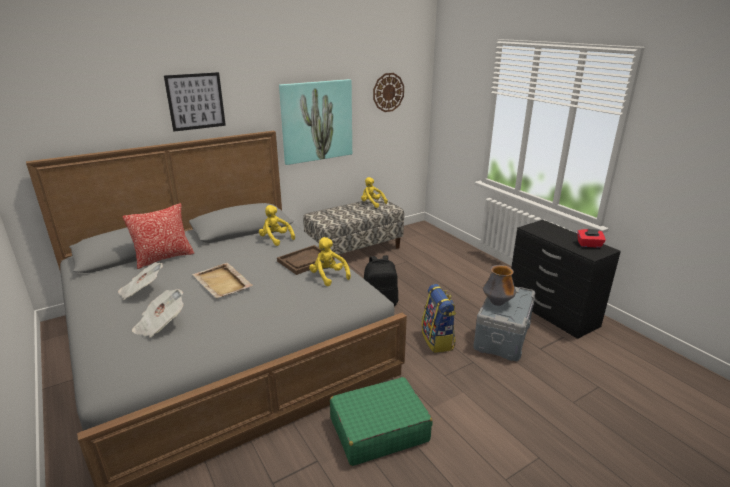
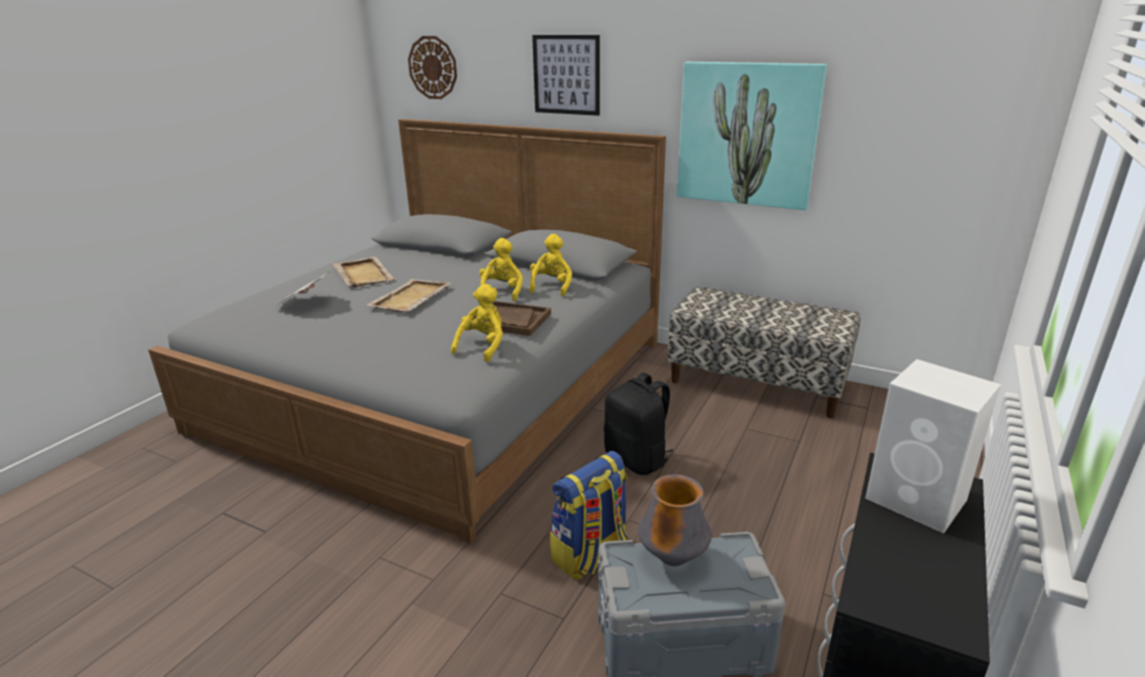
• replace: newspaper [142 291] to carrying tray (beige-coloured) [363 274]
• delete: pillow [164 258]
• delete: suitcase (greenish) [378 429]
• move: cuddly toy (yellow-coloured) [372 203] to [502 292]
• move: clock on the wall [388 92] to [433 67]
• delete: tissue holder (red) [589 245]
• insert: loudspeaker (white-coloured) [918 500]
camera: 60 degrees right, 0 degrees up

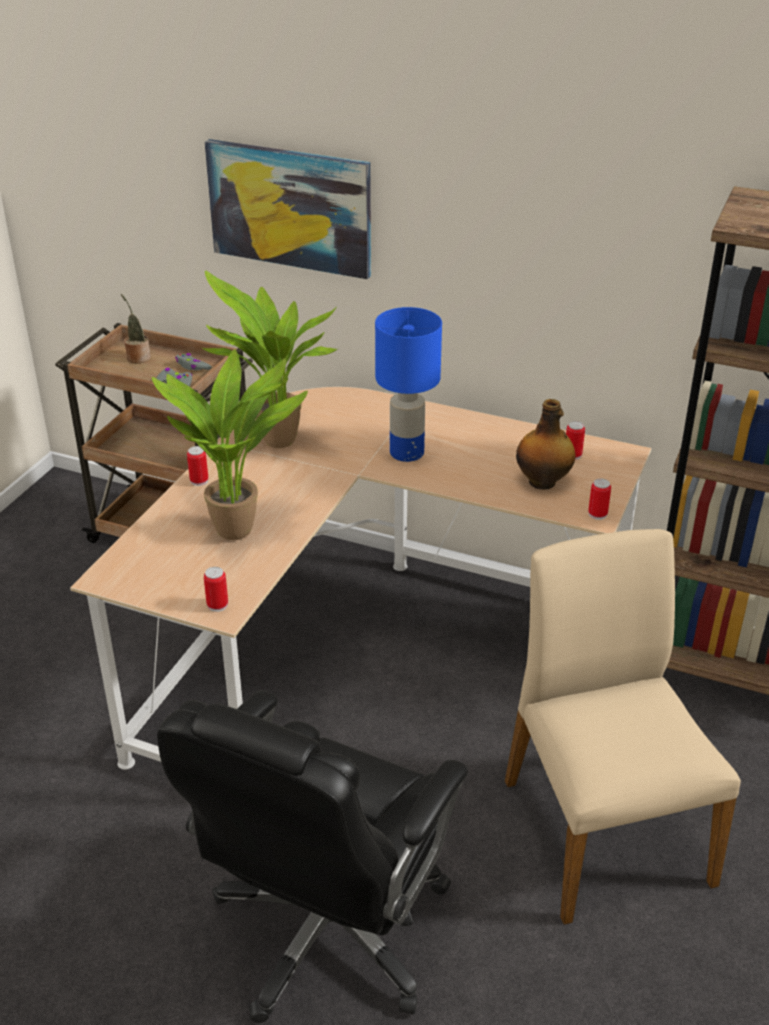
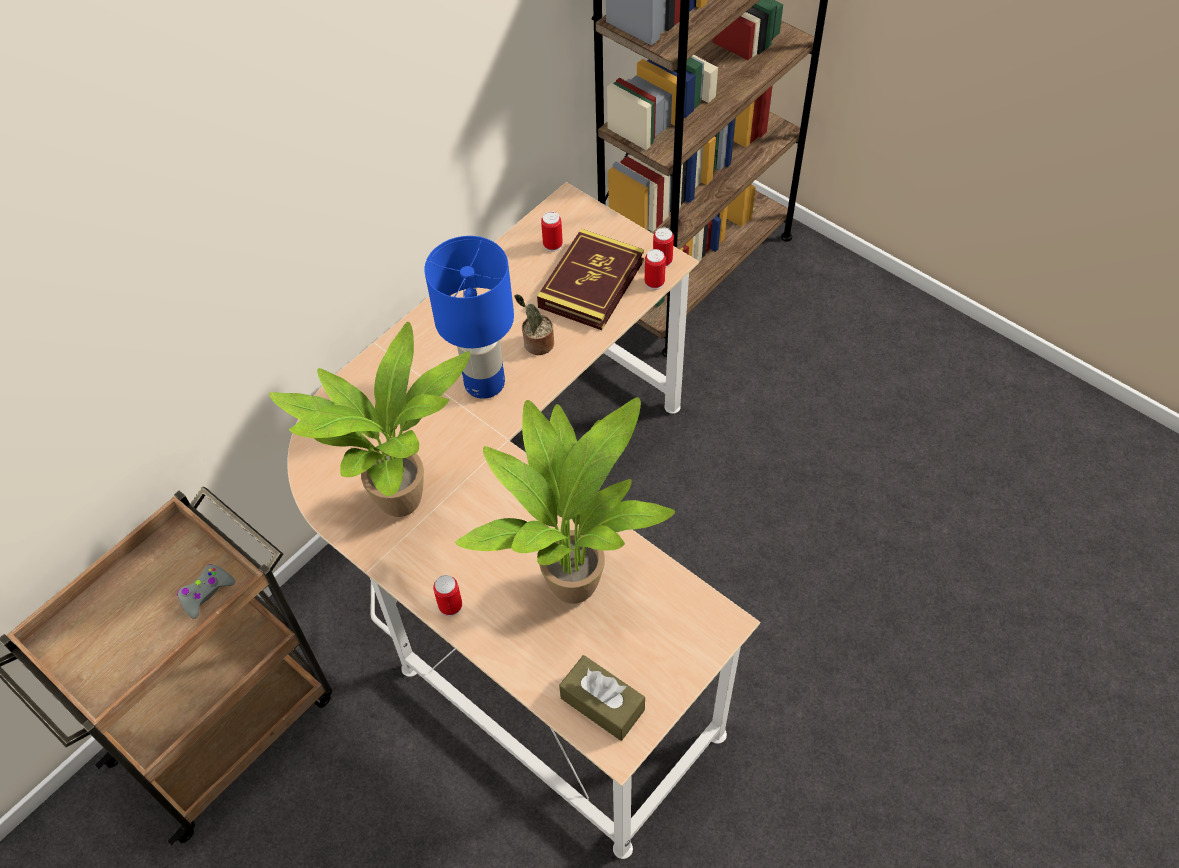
• move: houseplant [137 357] to [536 344]
• delete: office chair (black-coloured) [327 931]
• delete: game controller (grey) [192 367]
• move: sealed can [217 605] to [654 282]
• delete: wall picture [290 207]
• delete: upright chair (beige-coloured) [602 829]
• replace: drink bottle [543 482] to volume [591 284]
• insert: tissue holder (brown) [602 704]
camera: 70 degrees left, 20 degrees up

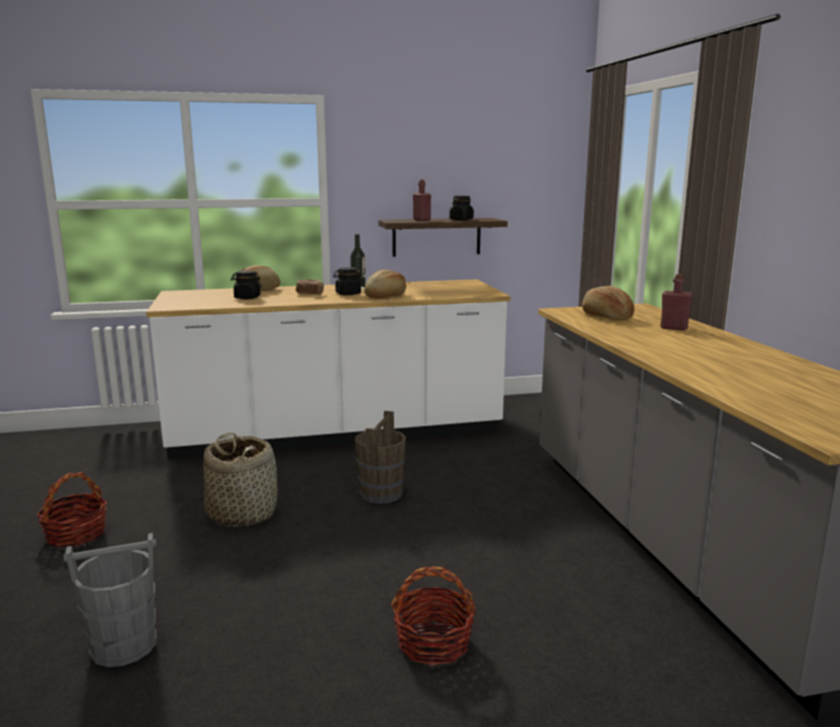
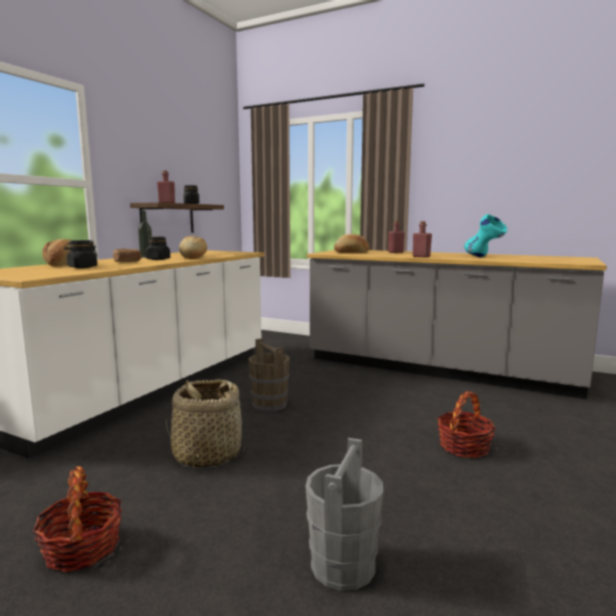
• insert: drink bottle (red) [421 256]
• insert: decorative vase (turquoise-coloured) [484 257]
camera: 50 degrees left, 5 degrees down

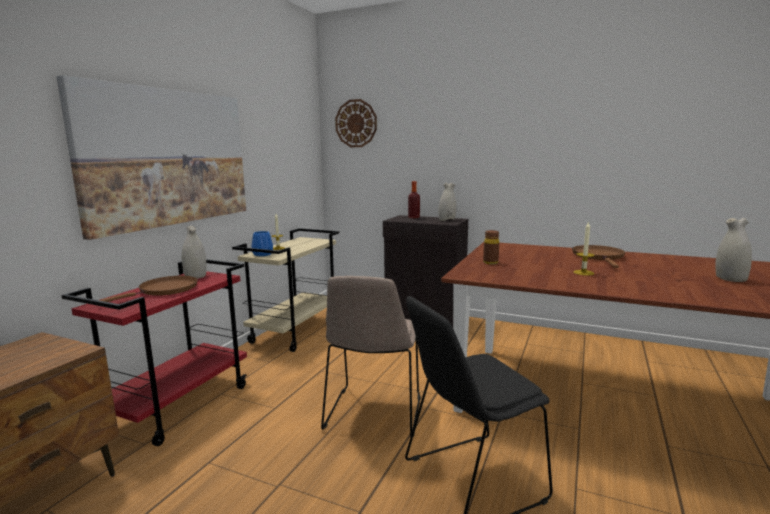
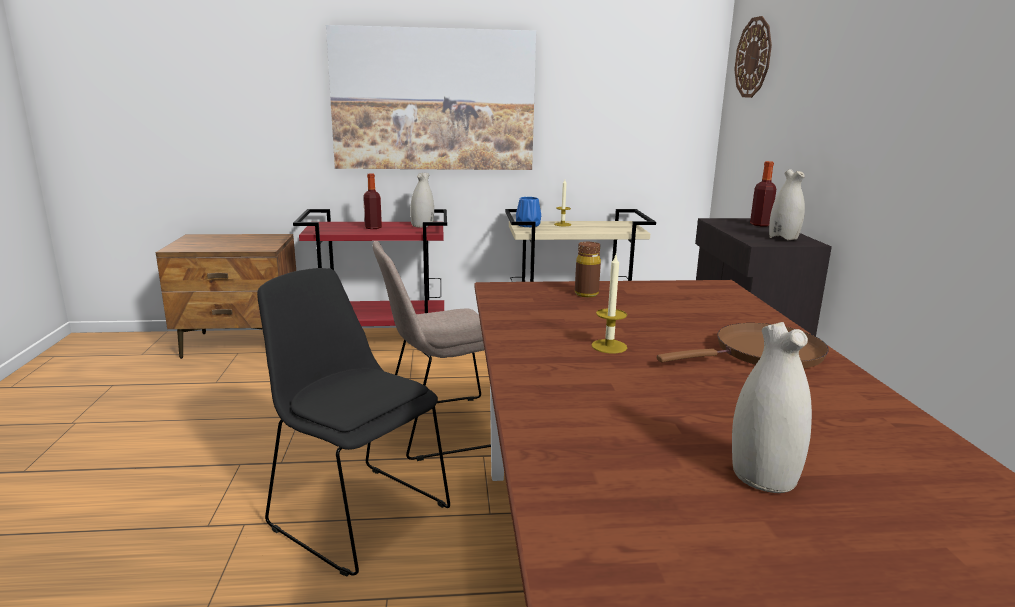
• replace: skillet (brown) [165 290] to drink bottle [373 227]
camera: 60 degrees right, 5 degrees up

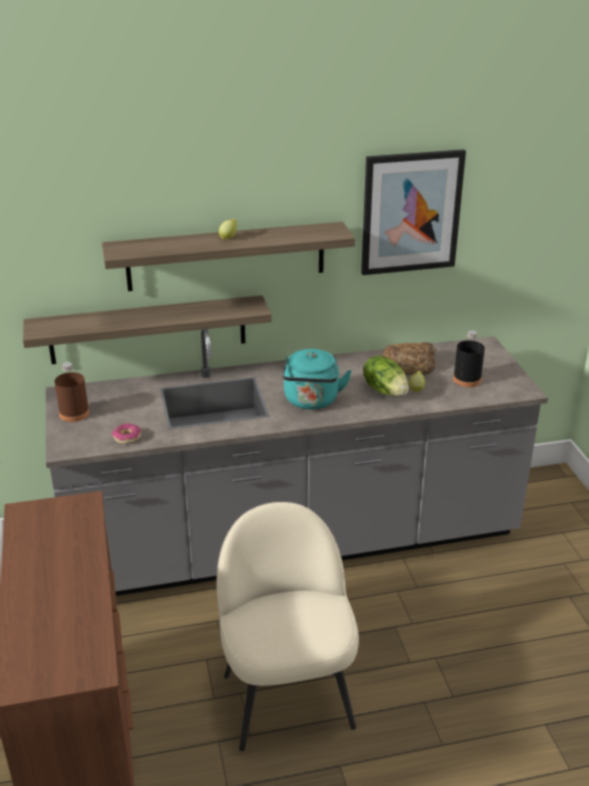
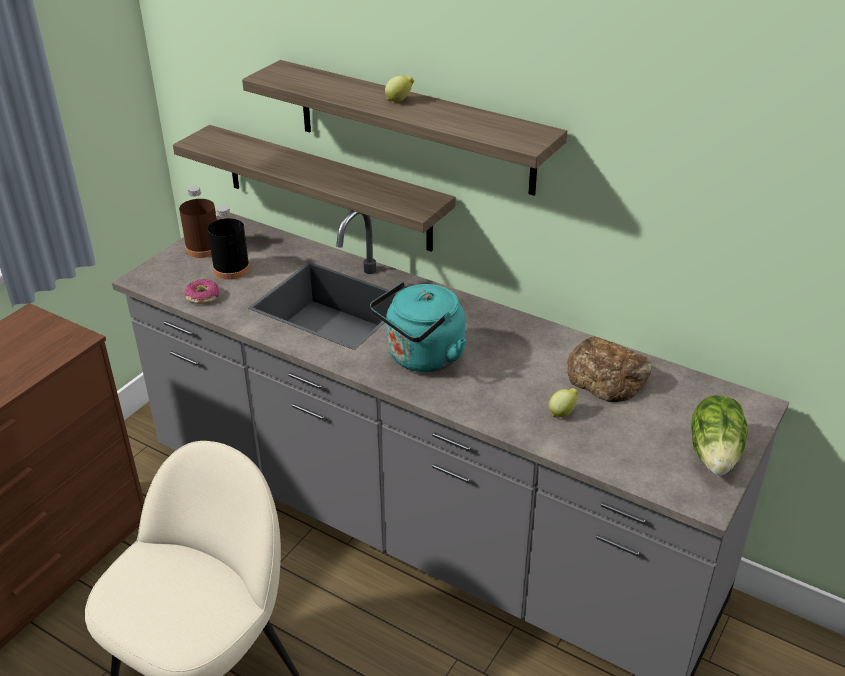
• delete: wall picture [411 212]
• move: lettuce [385 390] to [715 454]
• move: drink bottle (black-coloured) [467 379] to [231 269]
camera: 45 degrees right, 5 degrees up

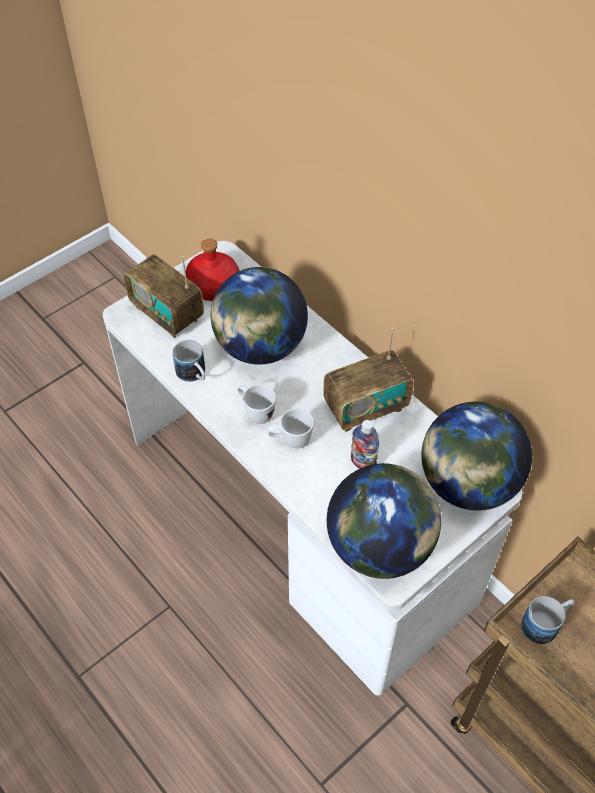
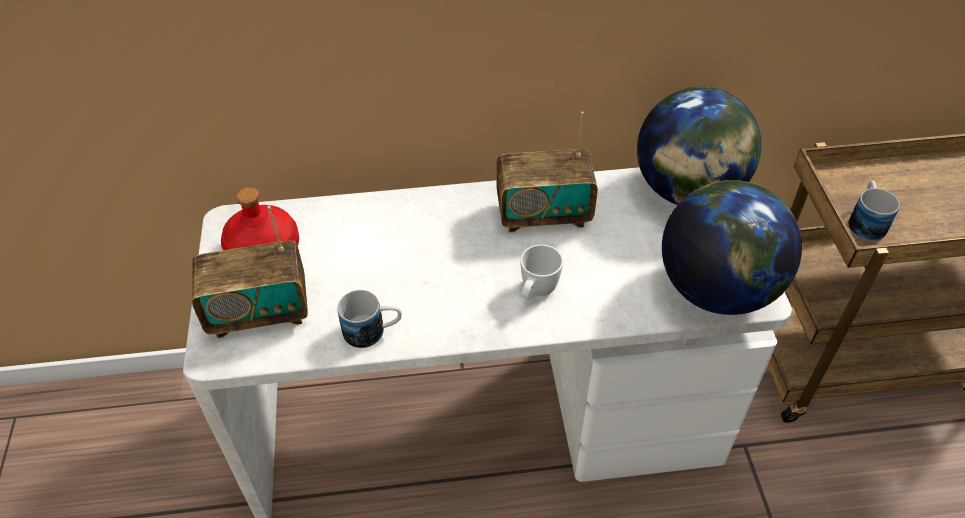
• delete: desk globe [260 347]
• delete: coffee mug (white-coloured) [255 412]
• rotate: radio set [365 408] = [543 214] 75 degrees clockwise
• delete: drink bottle [363 463]
camera: 55 degrees left, 5 degrees down

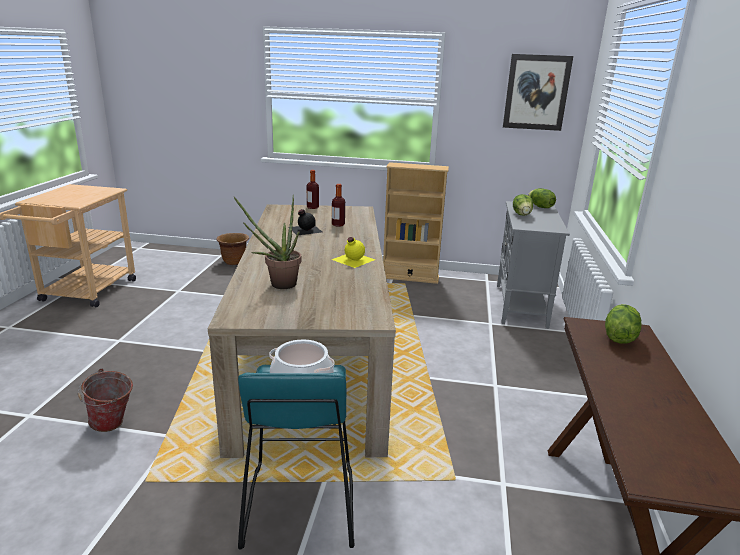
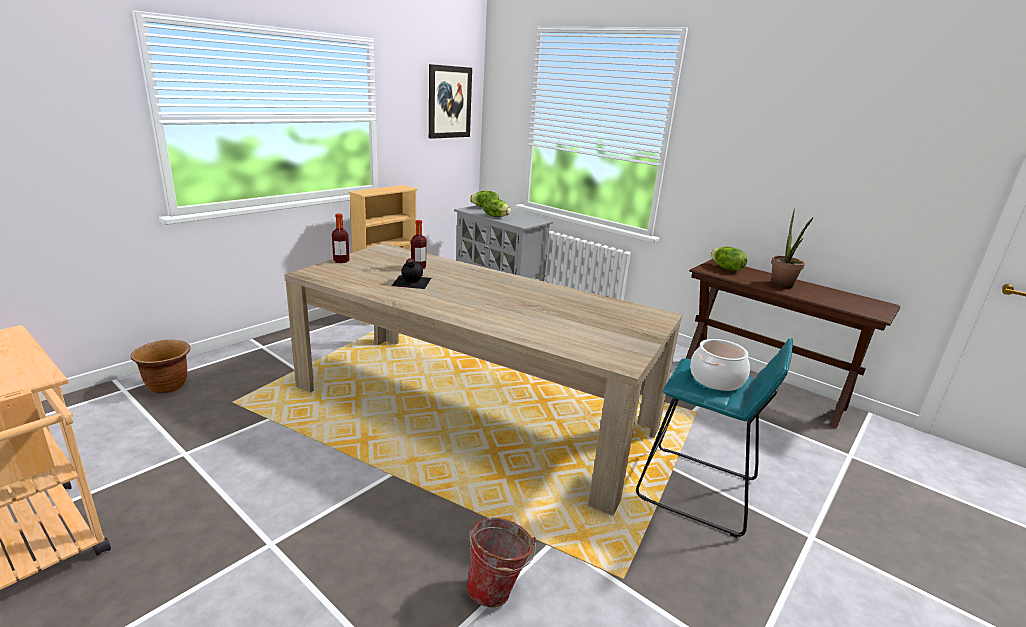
• move: houseplant [278 285] to [782 286]
• delete: drink bottle (yellow-coloured) [352 259]
camera: 60 degrees left, 0 degrees up

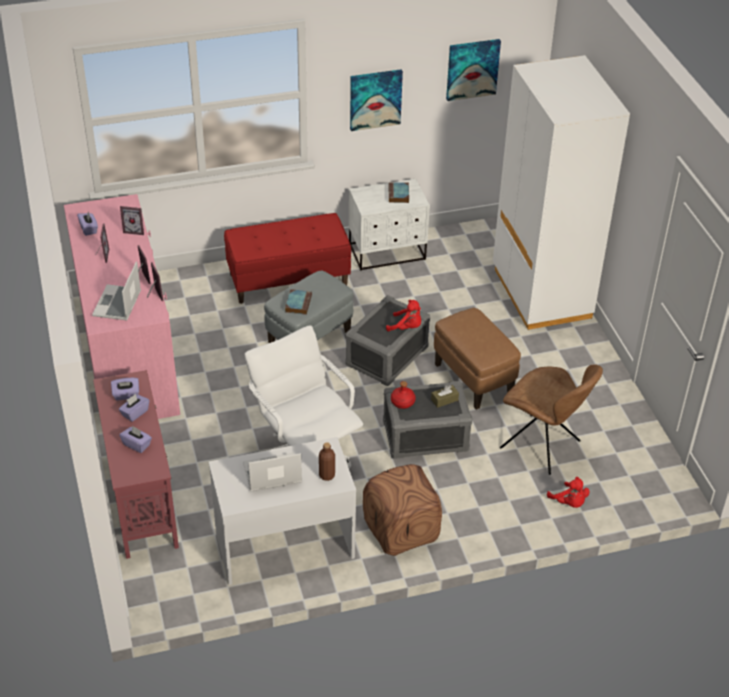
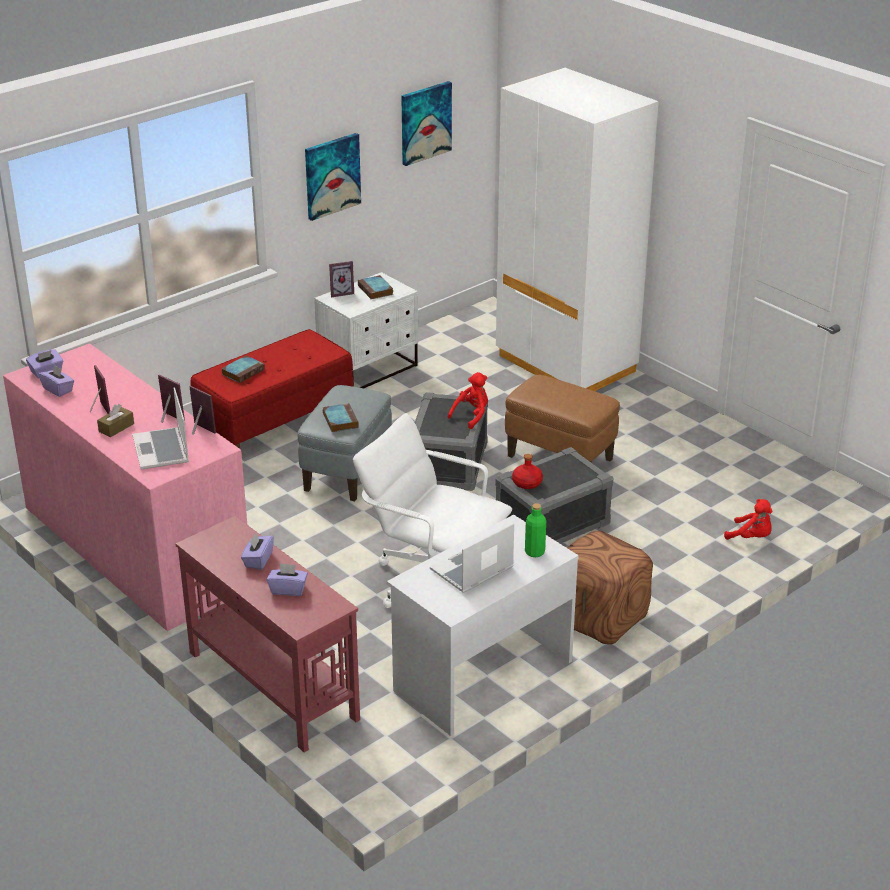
• move: tissue holder (purple-coloured) [126 395] to [46 372]
• move: standing frame [135 230] to [341 292]
• recolor: drink bottle (brown) [327 475] to drink bottle (greenish) [534 552]
• rotate: cuddly toy (red) [406 327] = [471 416] 45 degrees counterclockwise
• move: tissue holder (brown) [444 400] to [116 428]
• delete: upright chair (brown) [543 446]
• insert: volume [243 371]
camera: 25 degrees left, 10 degrees down

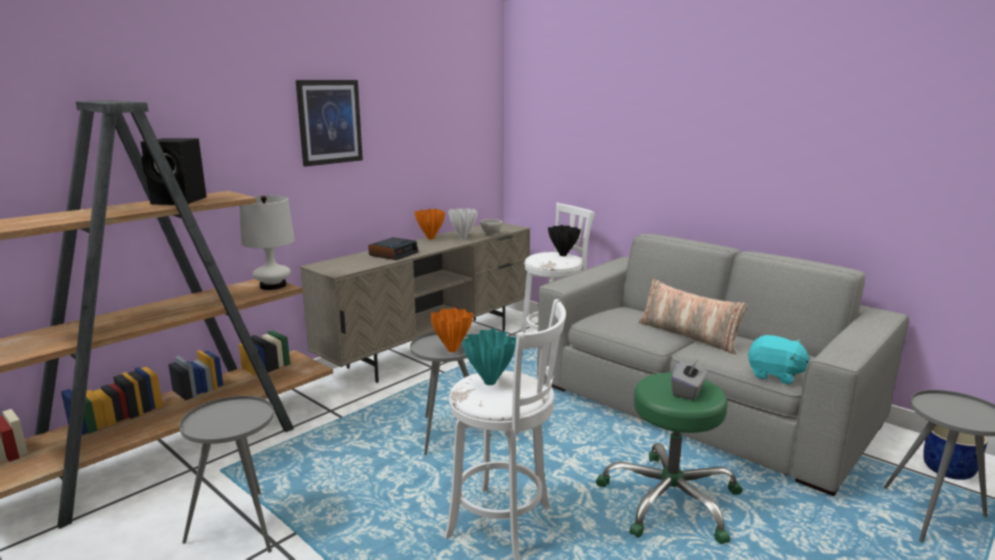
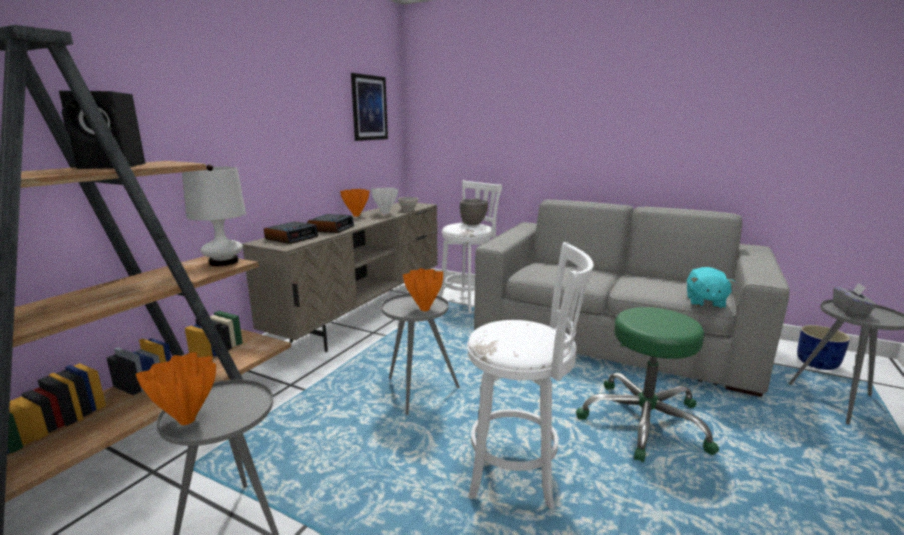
• move: wall picture [329 122] to [369 108]
• delete: decorative vase (turquoise-coloured) [489 383]
• replace: decorative vase (black-coloured) [562 255] to deep dish (grey) [473 224]
• delete: pillow [688 335]
• move: tissue holder (grey) [688 391] to [850 311]
• rotate: cuddly toy (turquoise-coloured) [775 375] = [704 302] 90 degrees clockwise
• insert: decorative vase (orange) [188 420]
• insert: bedside clock [292 238]
camera: 15 degrees left, 0 degrees up

